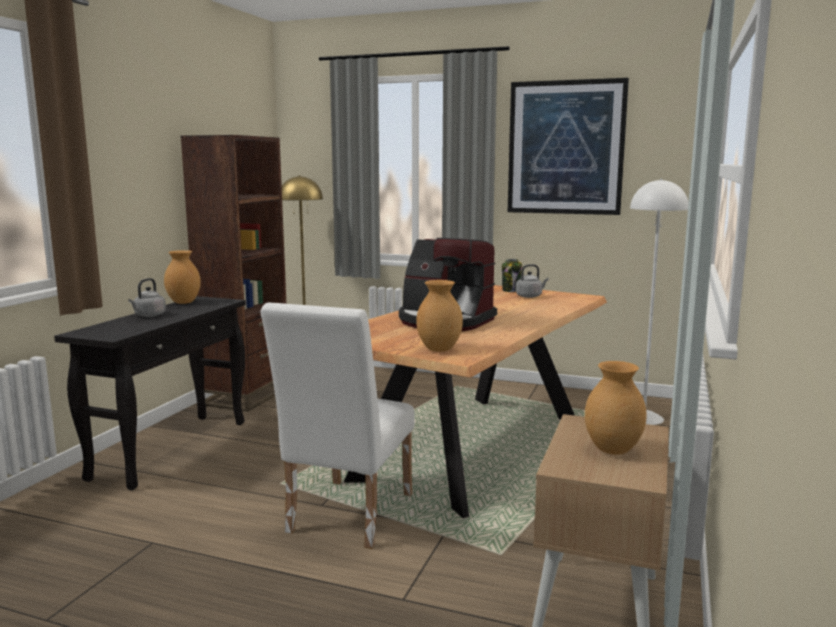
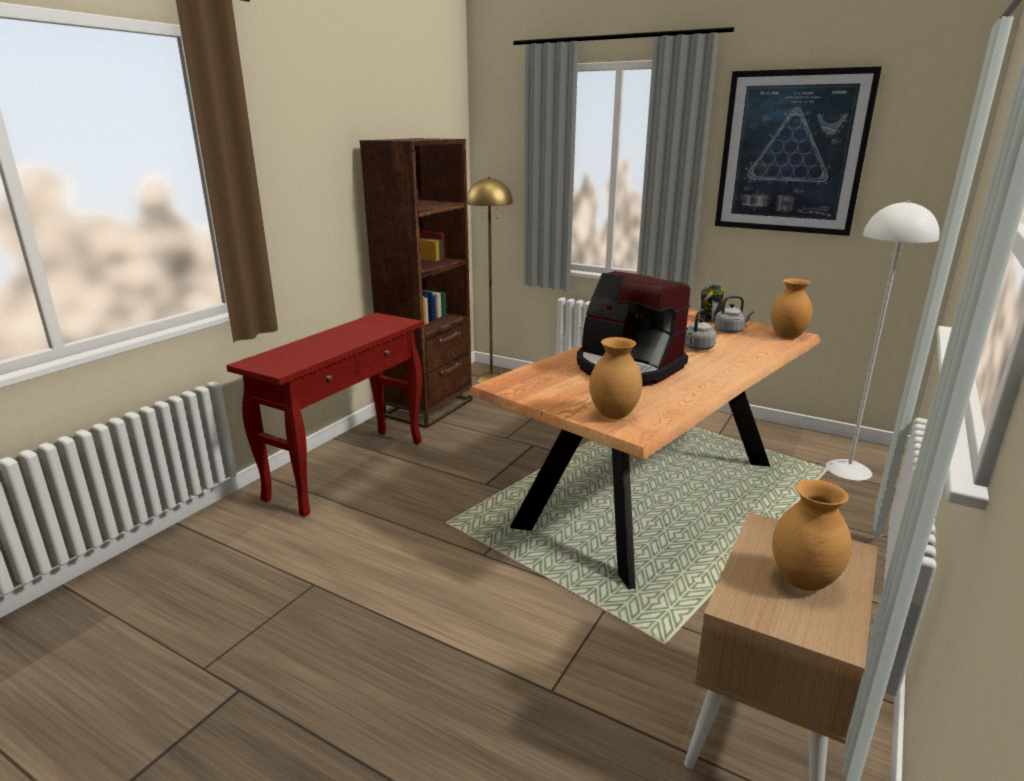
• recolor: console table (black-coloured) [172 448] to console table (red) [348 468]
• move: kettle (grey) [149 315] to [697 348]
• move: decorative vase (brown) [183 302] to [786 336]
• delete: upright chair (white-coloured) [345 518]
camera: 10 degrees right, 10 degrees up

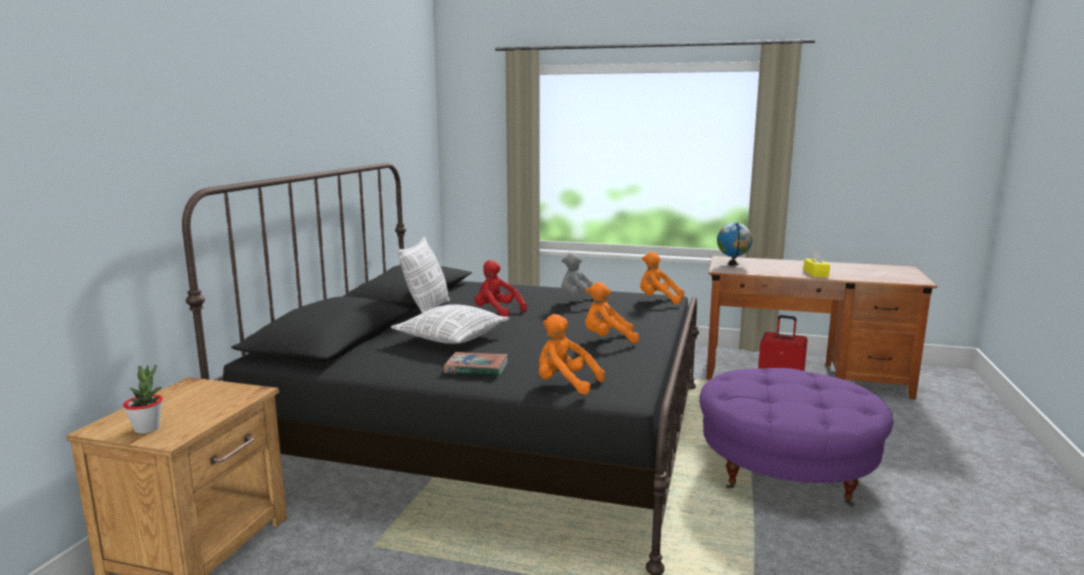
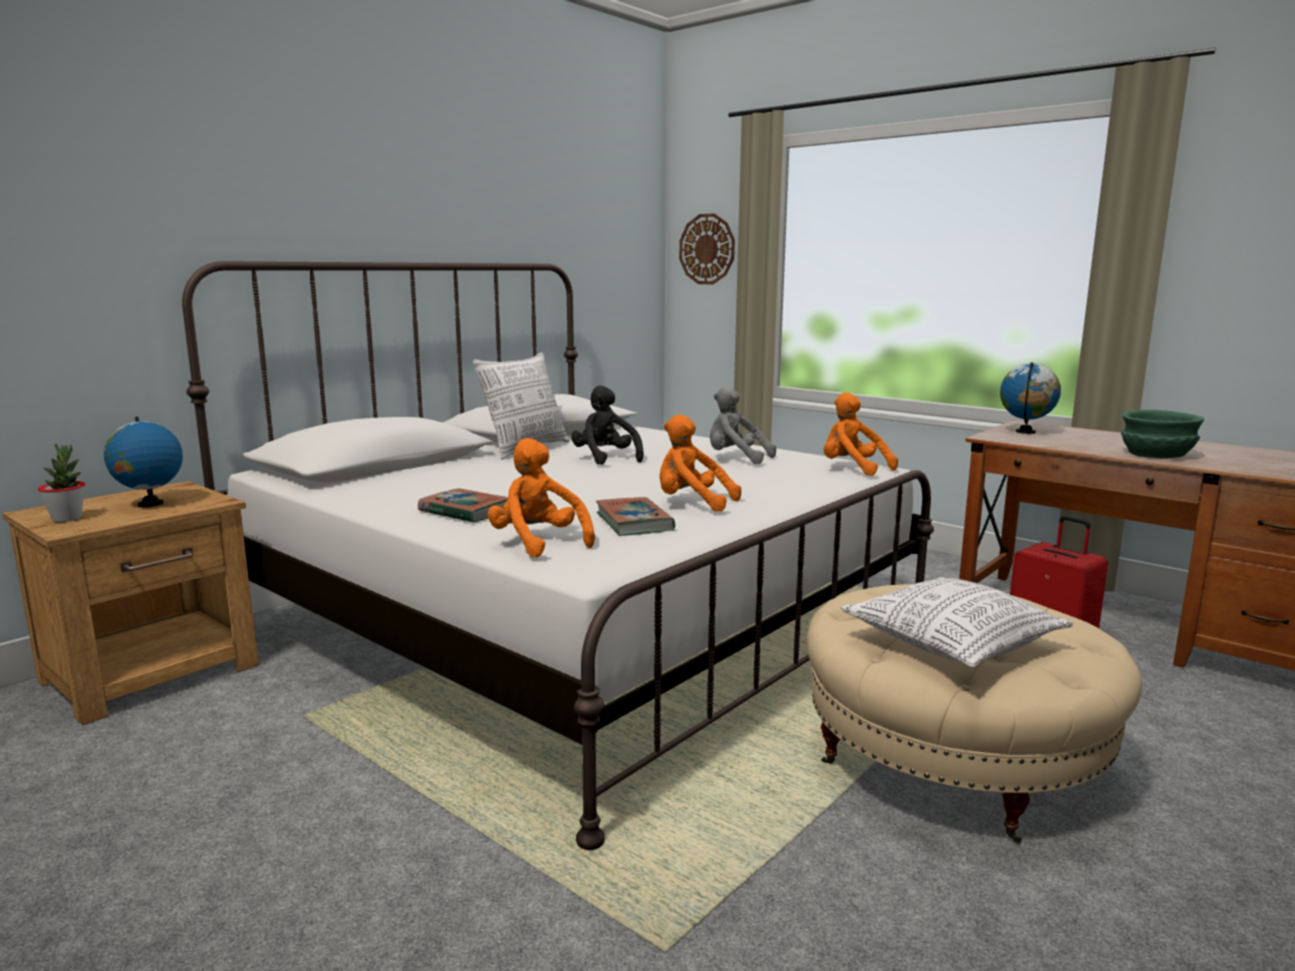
• recolor: bedroom bed (black-coloured) [493 433] to bedroom bed (white-coloured) [578 623]
• move: pillow [452 338] to [952 644]
• recolor: cuddly toy (red) [497 312] to cuddly toy (black-coloured) [605 458]
• recolor: footrest (purple-coloured) [785 470] to footrest (beige-coloured) [952 761]
• replace: tissue holder (yellow-coloured) [815 273] to deep dish (greenish) [1157 454]
• insert: desk globe [150 504]
• insert: volume [634 522]
• insert: clock on the wall [707 249]
camera: 25 degrees right, 0 degrees up

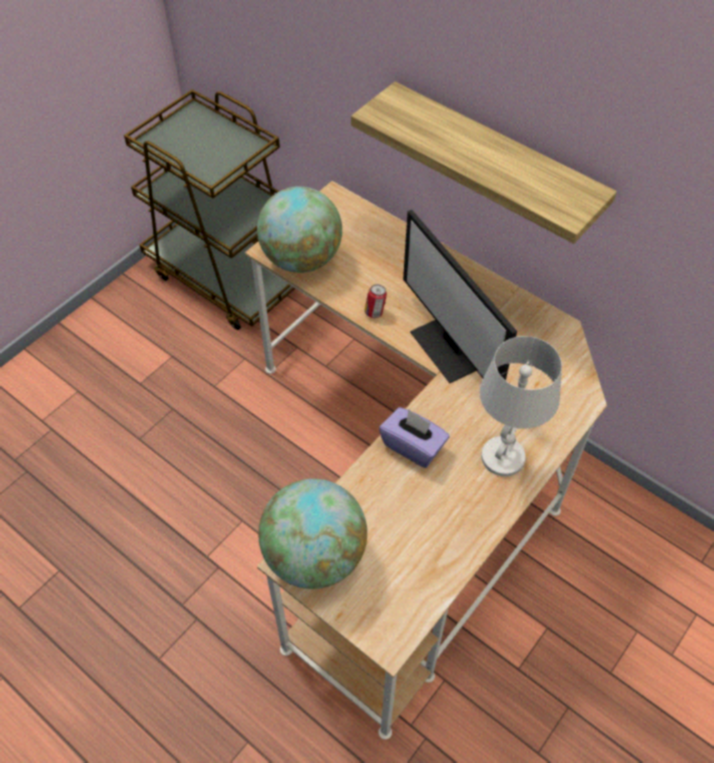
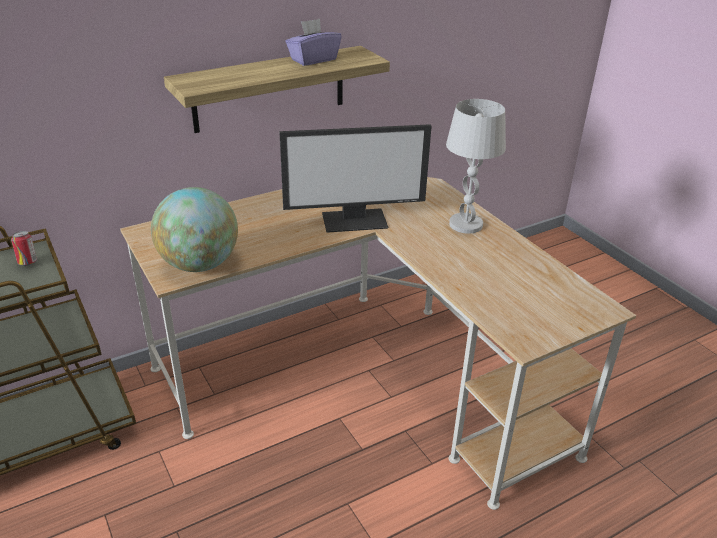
• delete: desk globe [315 555]
• move: sealed can [375 312] to [28 263]
• move: tissue holder (purple-coloured) [413 446] to [313 59]
camera: 70 degrees left, 20 degrees down

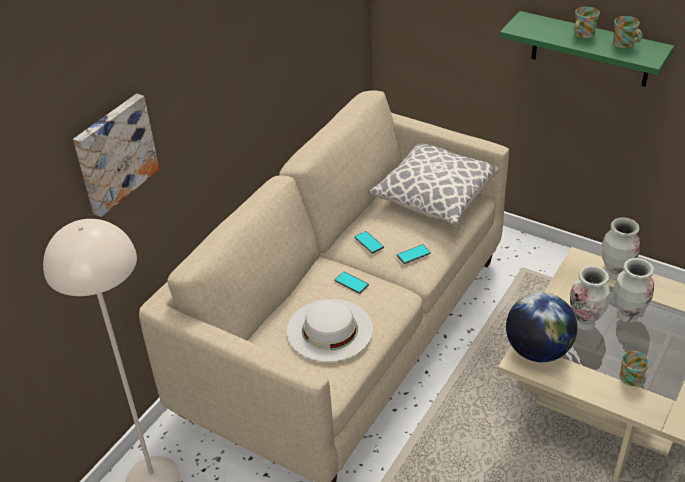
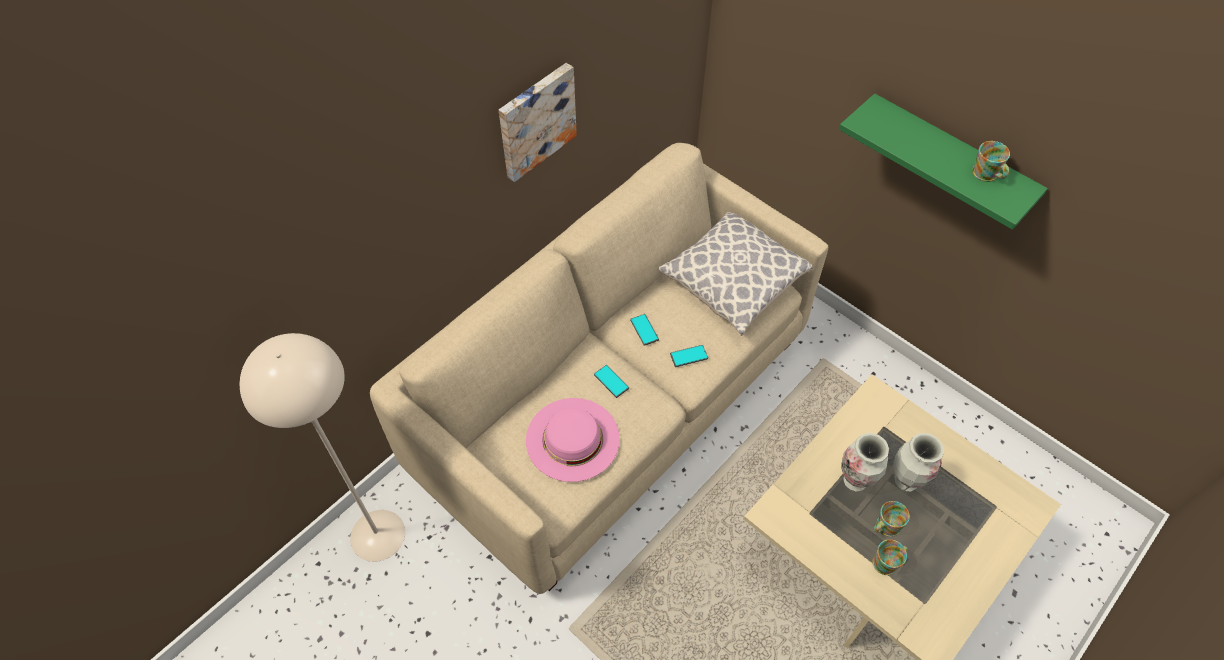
• move: wall picture [114 153] to [535 120]
• recolor: clothing hat (white-coloured) [330 330] to clothing hat (pink-coloured) [572 439]
• delete: desk globe [537 350]
• move: coffee mug [582 34] to [884 527]
• delete: decorative vase [614 273]
camera: 10 degrees right, 15 degrees up

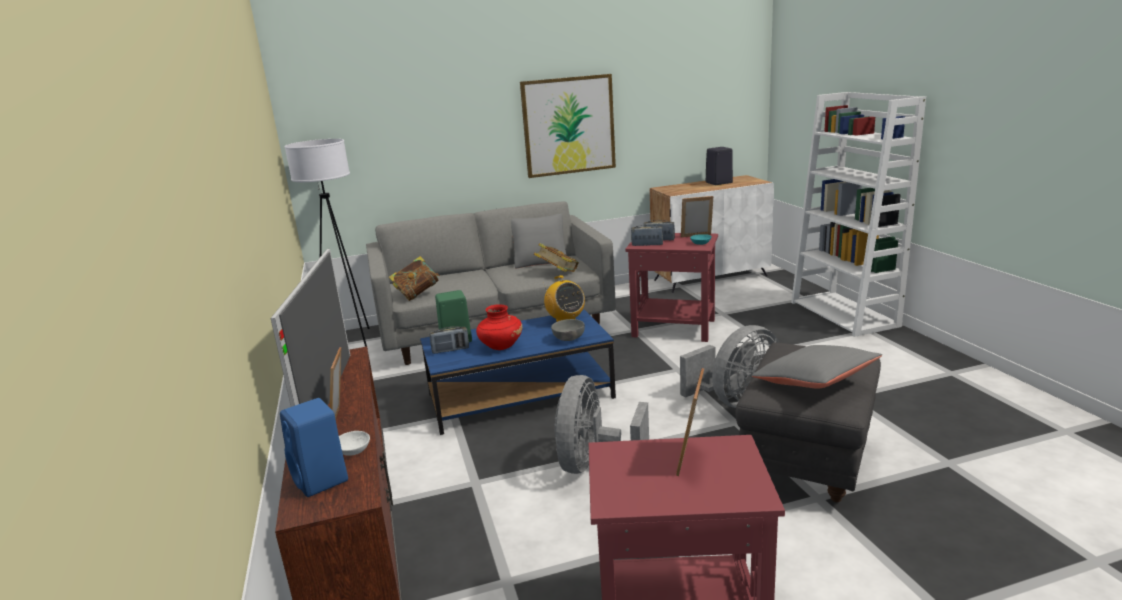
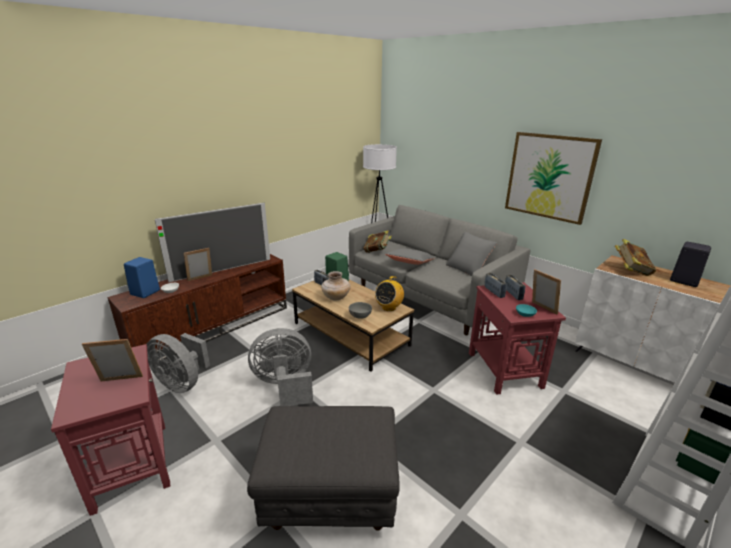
• recolor: coffee table (bluish) [520 395] to coffee table (brown) [351 334]
• recolor: decorative vase (red) [500 346] to decorative vase (beige-coloured) [336 297]
• move: volume [557 273] to [630 271]
• move: electric fan (grey) [735 402] to [182 383]
• move: pillow (grey) [814 382] to [410 263]
camera: 60 degrees right, 5 degrees up

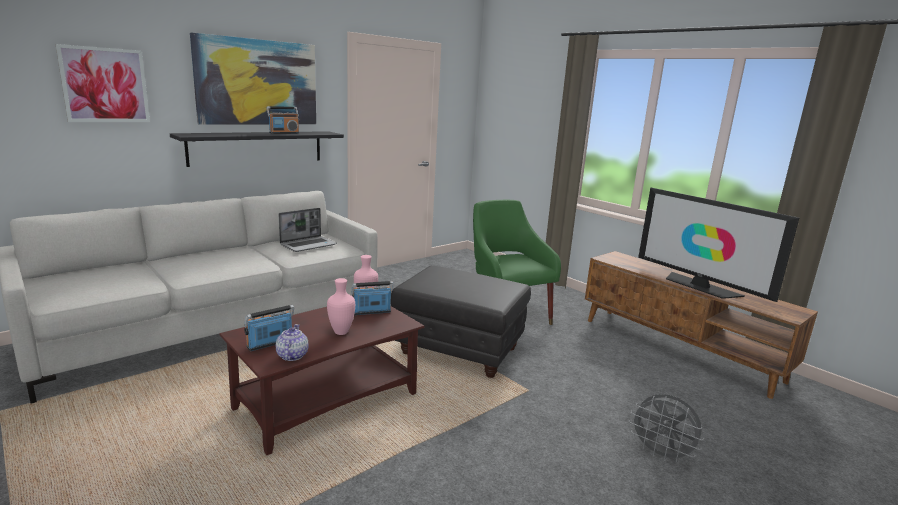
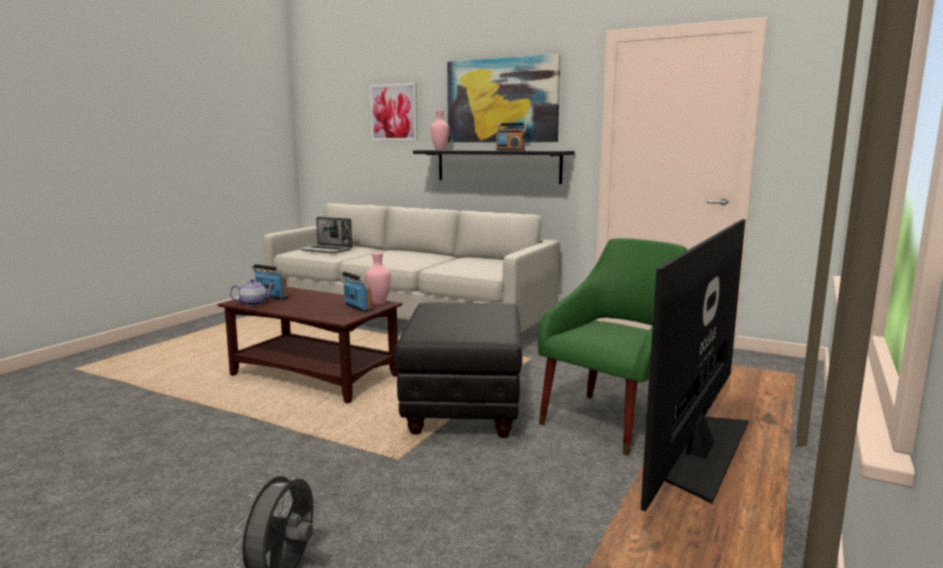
• move: notebook computer [308 245] to [327 250]
• move: decorative vase (pink-coloured) [342 332] to [440 150]
camera: 70 degrees right, 5 degrees down

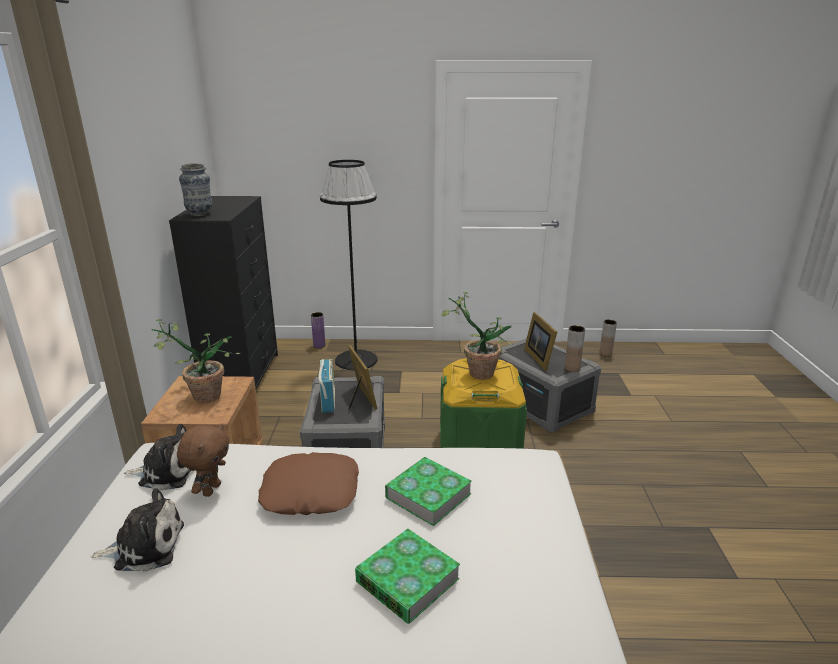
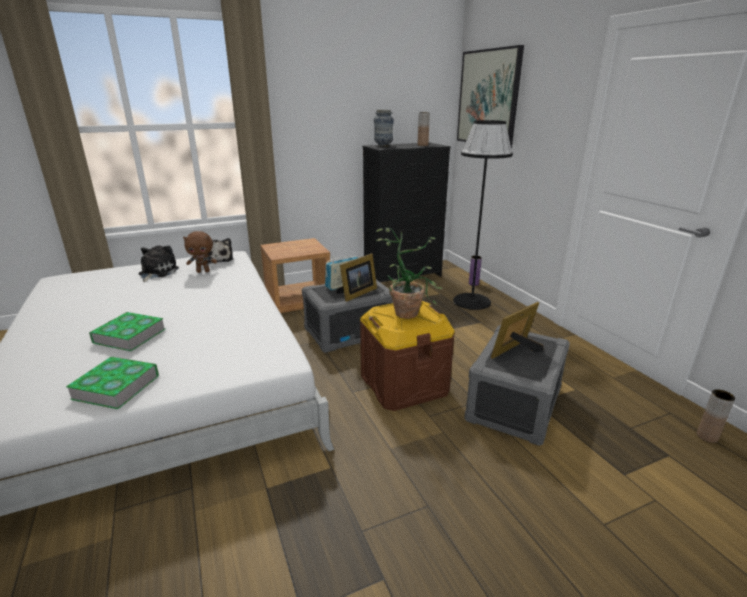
• rotate: cuddly toy [145 546] = [157 272] 135 degrees counterclockwise
• delete: houseplant [199 397]
• delete: pillow (brown) [311 491]
• move: volume [428 495] to [116 387]
• recolor: storage container (greenish) [479 447] to storage container (brown) [404 384]
• move: decorative vase (brown) [572 368] to [422 145]
• insert: wall picture [488 98]
camera: 65 degrees right, 0 degrees up

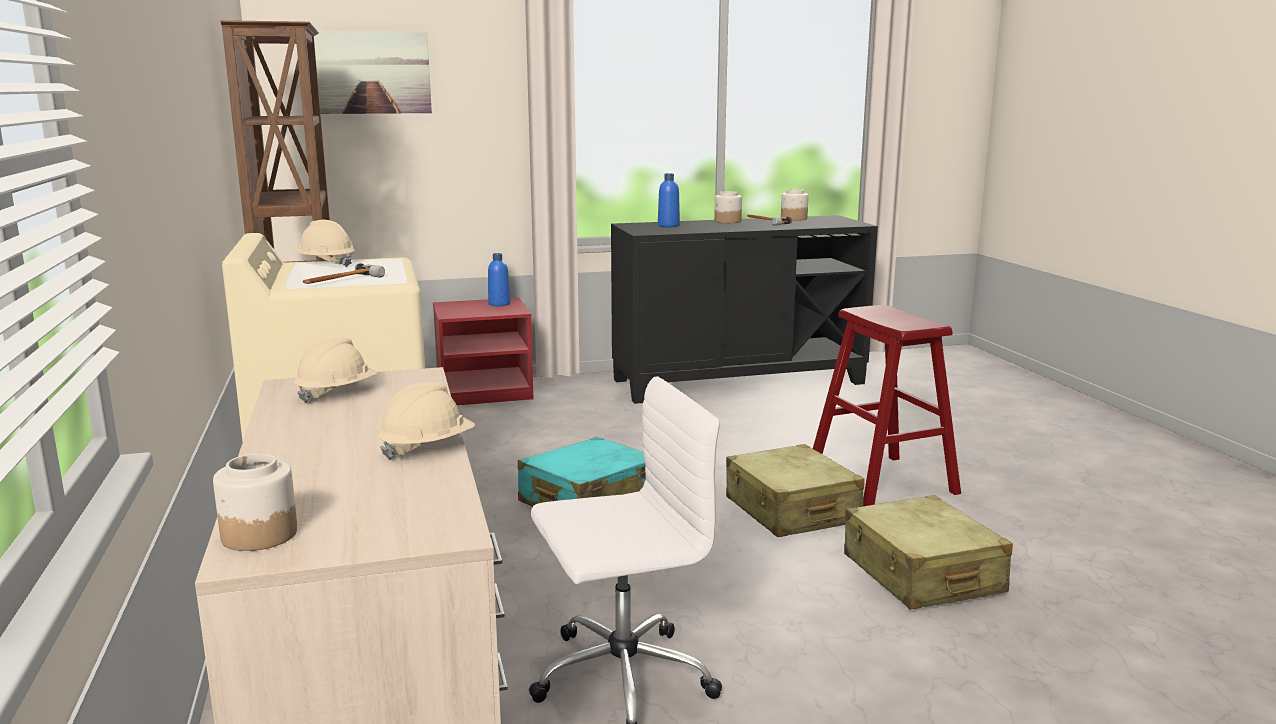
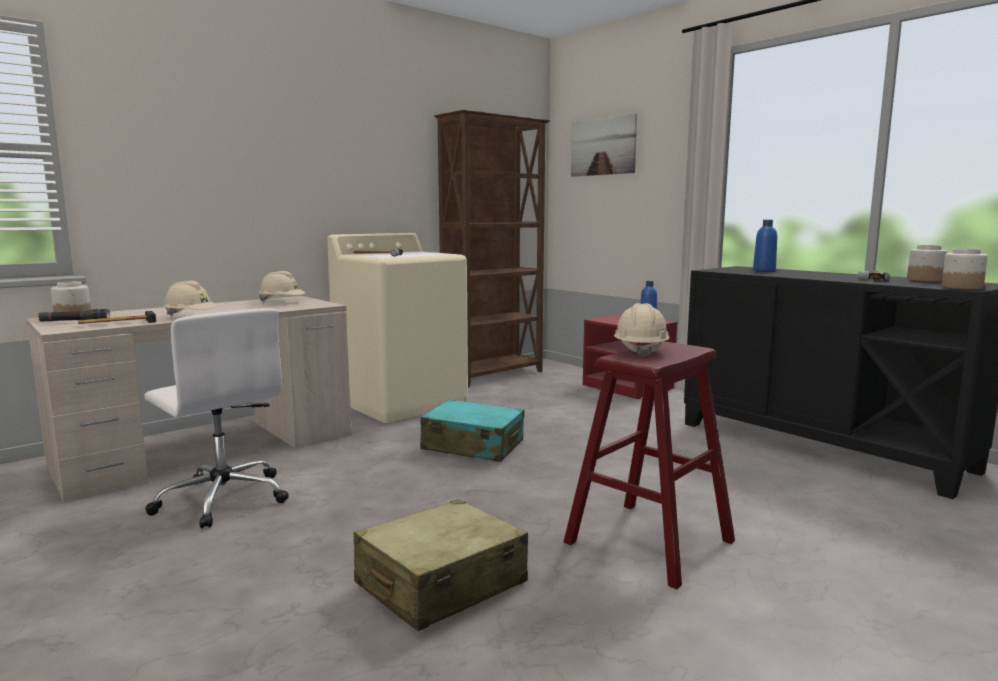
• move: safety helmet (beige-coloured) [325 264] to [640 351]
• move: storage jar [727 221] to [961 287]
• delete: suitcase (beige-coloured) [791 511]
• insert: torch (black-coloured) [75 321]
• insert: hammer [117 323]
camera: 65 degrees right, 5 degrees down

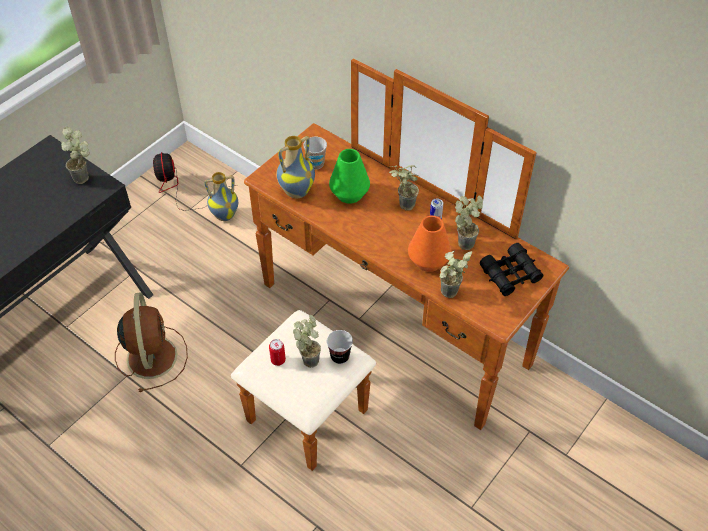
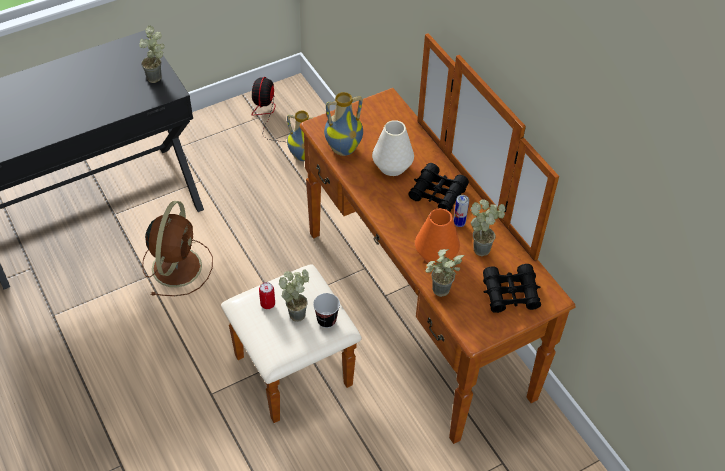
• delete: drinking cup [316 164]
• recolor: decorative vase (greenish) [349 194] to decorative vase (white-coloured) [392 166]
• replace: houseplant [402 206] to field glasses (black-coloured) [437 193]
camera: 20 degrees right, 0 degrees up

